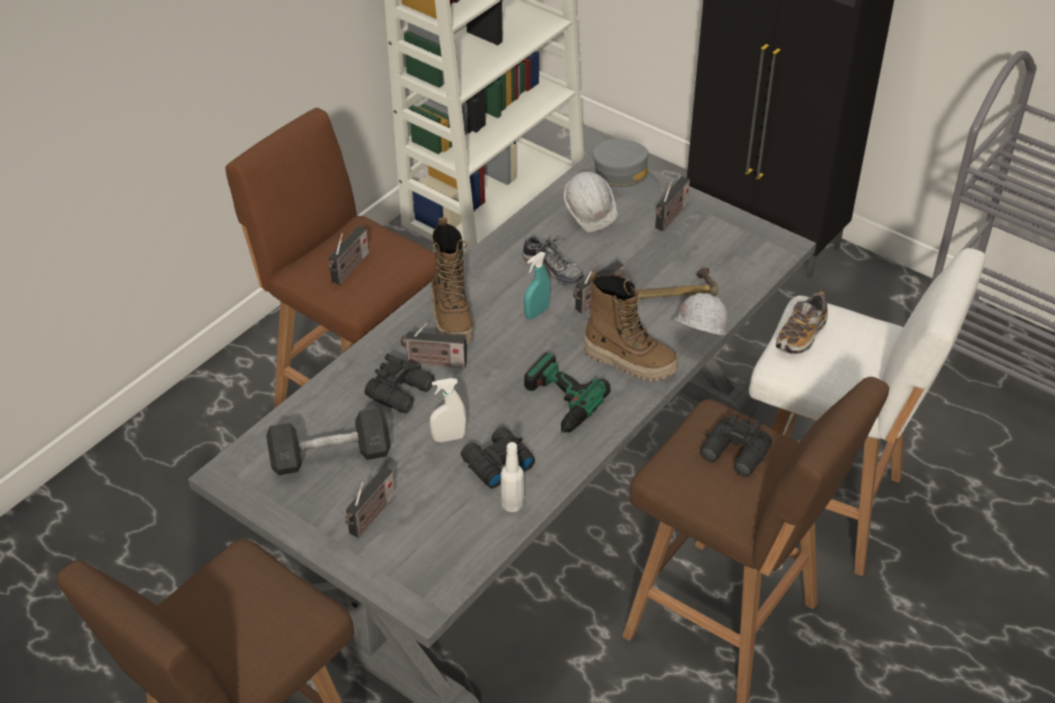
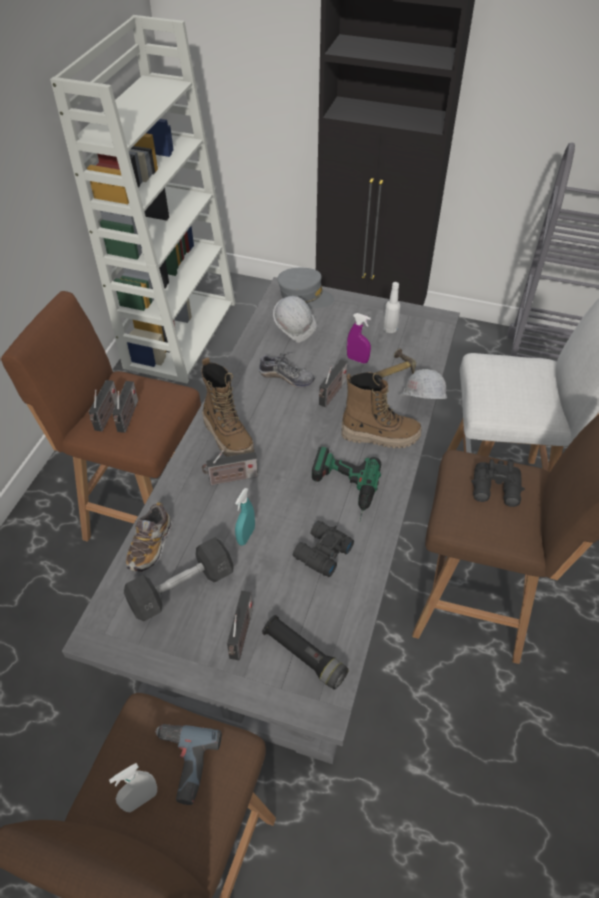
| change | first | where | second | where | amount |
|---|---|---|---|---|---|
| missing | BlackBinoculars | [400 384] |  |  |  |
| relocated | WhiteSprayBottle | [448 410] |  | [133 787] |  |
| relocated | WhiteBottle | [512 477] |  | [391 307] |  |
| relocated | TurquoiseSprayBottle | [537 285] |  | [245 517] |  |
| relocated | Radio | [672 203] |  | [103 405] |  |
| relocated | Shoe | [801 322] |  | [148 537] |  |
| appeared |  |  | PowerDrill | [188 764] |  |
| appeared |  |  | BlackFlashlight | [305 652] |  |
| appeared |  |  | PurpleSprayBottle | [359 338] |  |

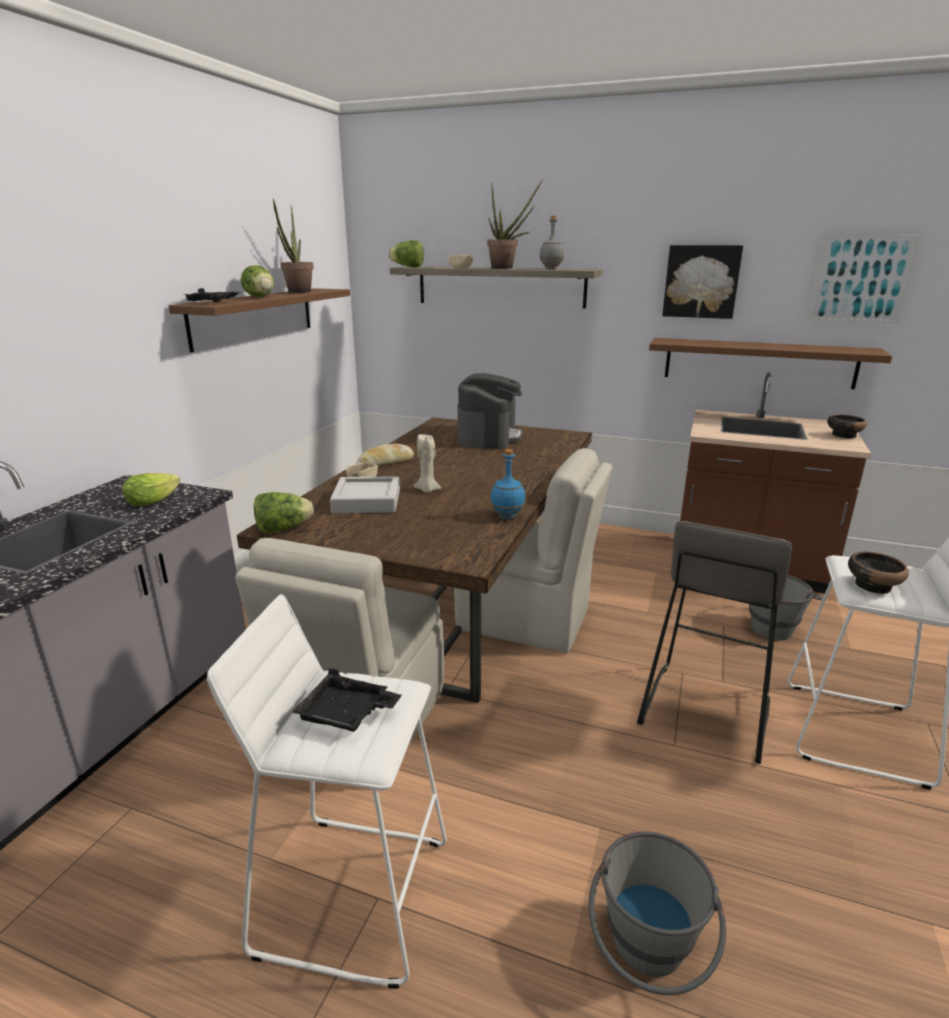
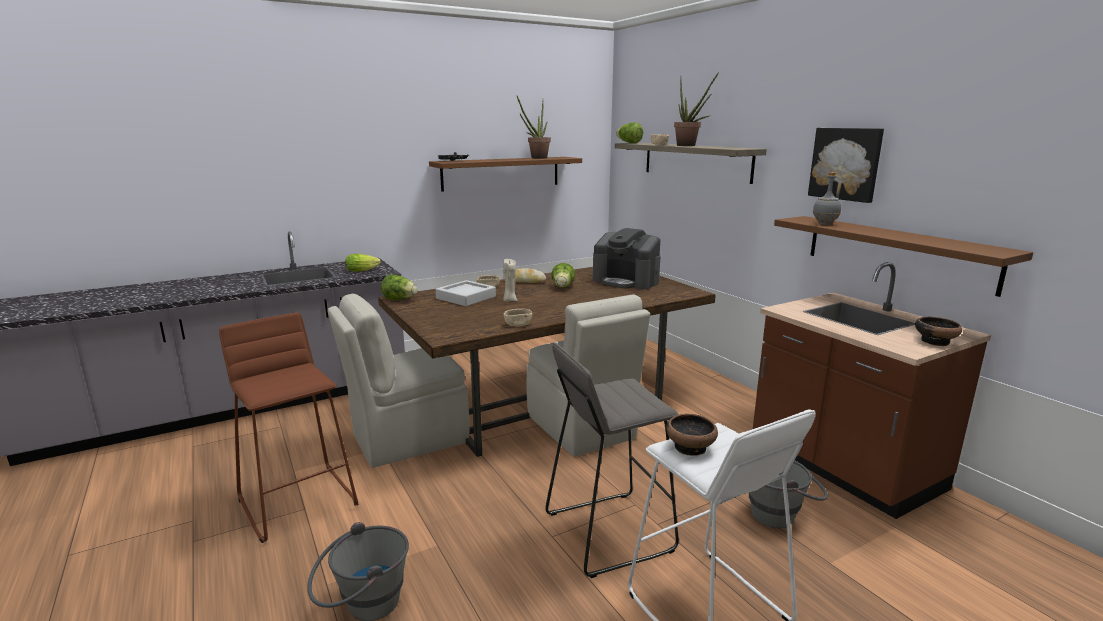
| change | first | where | second | where | amount |
|---|---|---|---|---|---|
| colour | WhiteStool | [327 791] | BrownStool | [289 428] |  |
| relocated | Lettuce | [257 281] |  | [563 275] |  |
| missing | BlackTray | [347 700] |  |  |  |
| spun | CoffeeMachine | [490 411] |  | [627 259] | 75 degrees clockwise |
| exchanged | BlueBottle | [508 484] | BeigeBowl | [518 317] |  |
| relocated | GreyBottle | [551 242] |  | [827 198] |  |
| missing | Picture | [864 279] |  |  |  |

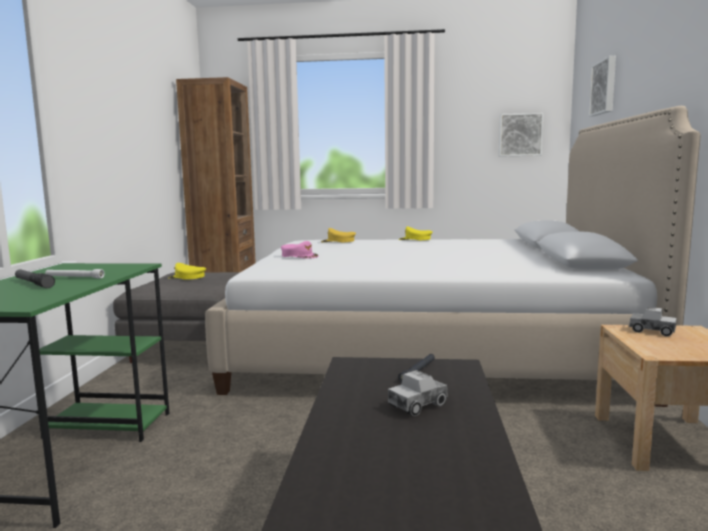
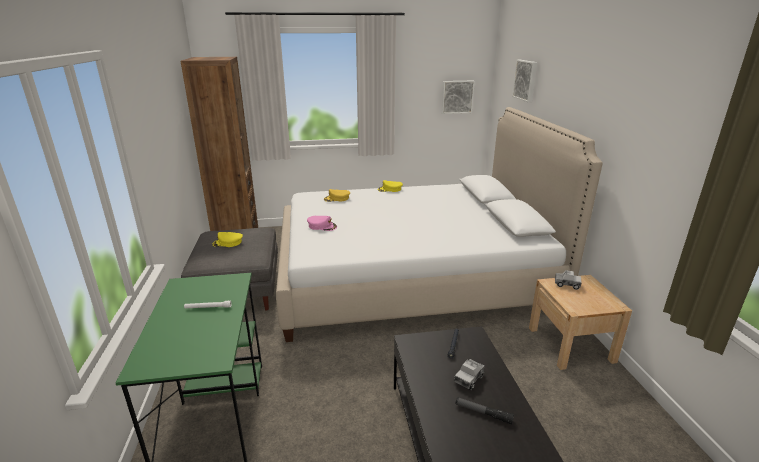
| change | first | where | second | where | amount |
|---|---|---|---|---|---|
| relocated | Flashlight | [35 278] |  | [485 411] |  |

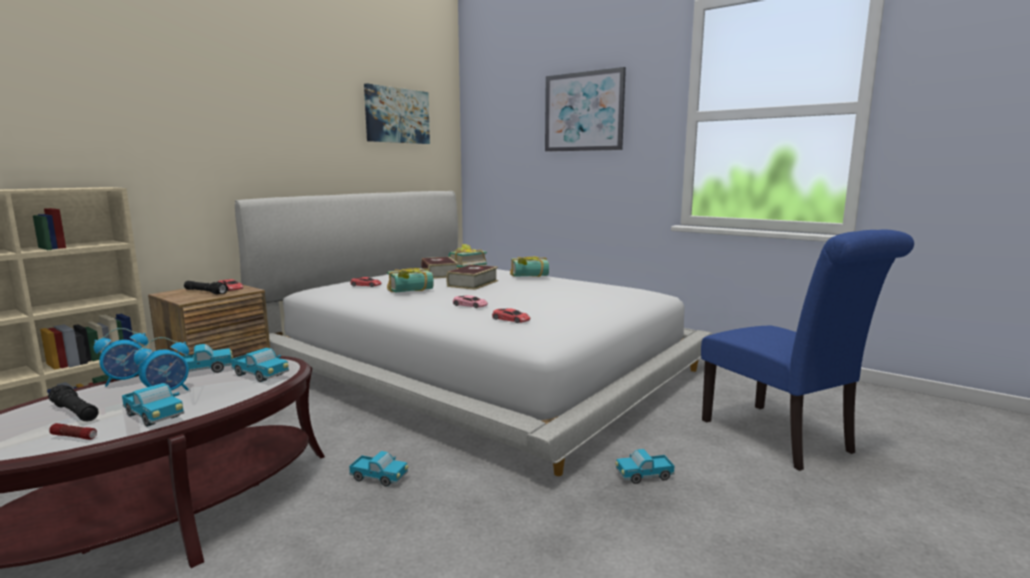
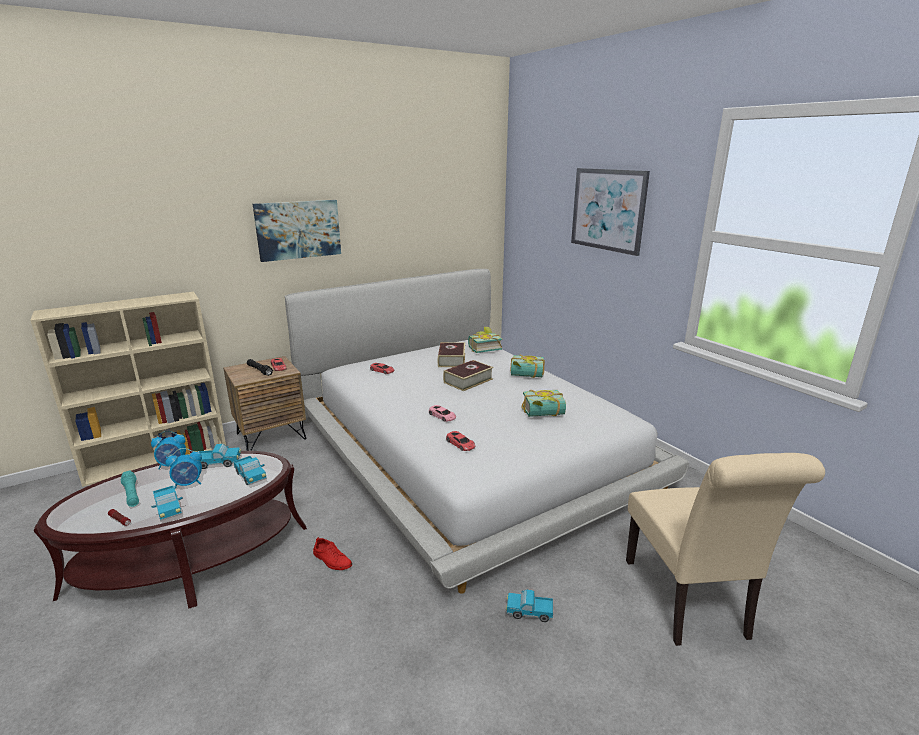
| change | first | where | second | where | amount |
|---|---|---|---|---|---|
| colour | BlackFlashlight | [73 403] | TurquoiseFlashlight | [129 488] |  |
| exchanged | ToyTruck | [378 469] | RedShoe | [332 553] |  |
| relocated | Picture | [397 113] |  | [297 231] |  |
| relocated | Book | [410 280] |  | [544 403] |  |
| colour | BlueChair | [807 350] | BeigeChair | [725 549] |  |

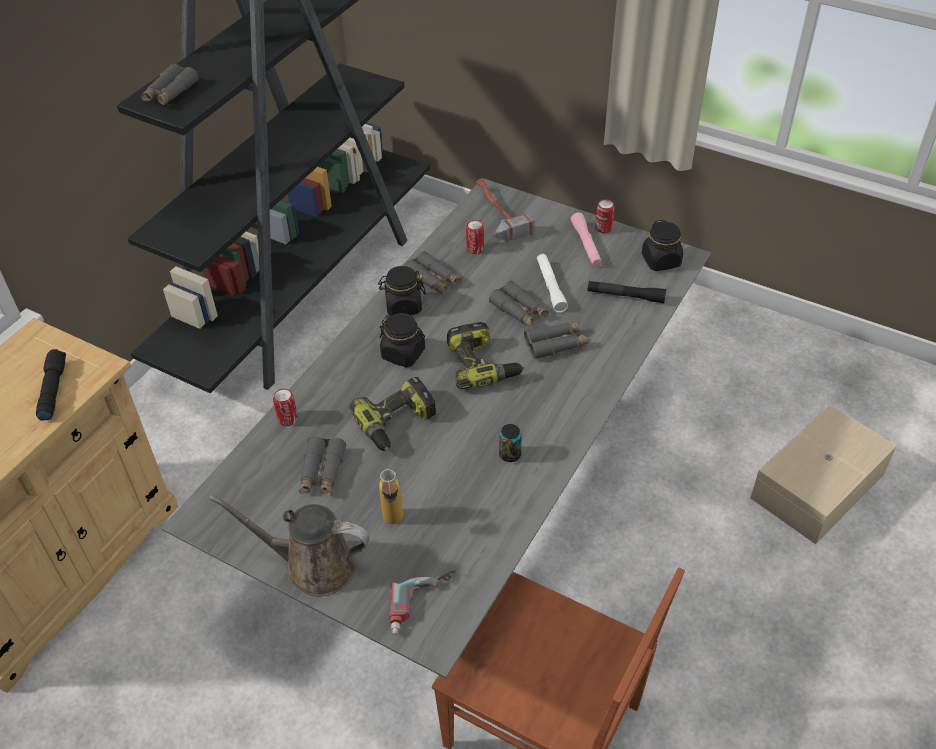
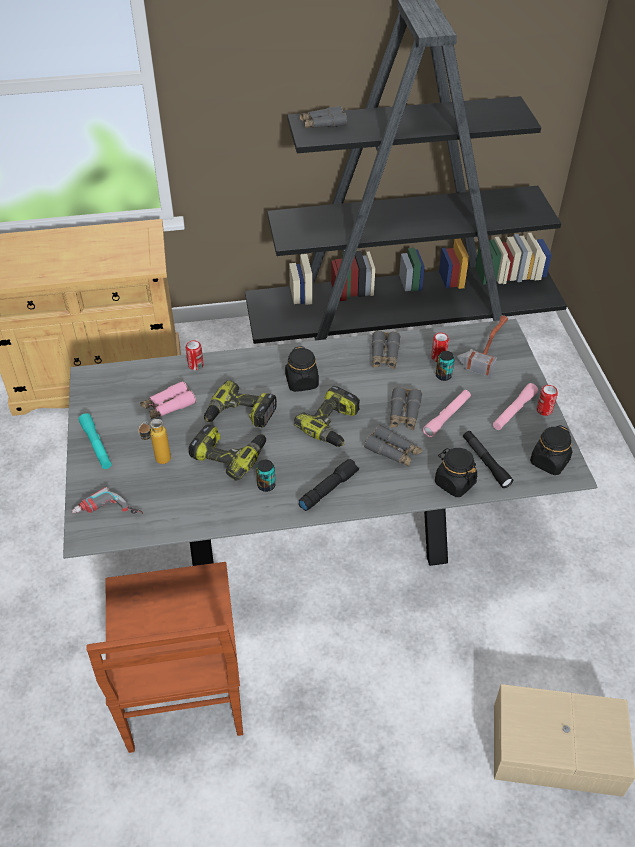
| change | first | where | second | where | amount |
|---|---|---|---|---|---|
| relocated | BlackFlashlight | [51 384] |  | [329 485] |  |
| exchanged | BrownWateringCan | [289 545] | TurquoiseFlashlight | [95 441] |  |
| colour | GreyBinoculars | [322 466] | PinkBinoculars | [168 400] |  |
| relocated | BlackJar | [402 291] |  | [456 472] |  |
| colour | WhiteFlashlight | [552 283] | PinkFlashlight | [447 413] |  |
| appeared |  |  | PowerDrill | [227 452] |  |
| appeared |  |  | Can | [445 366] |  |

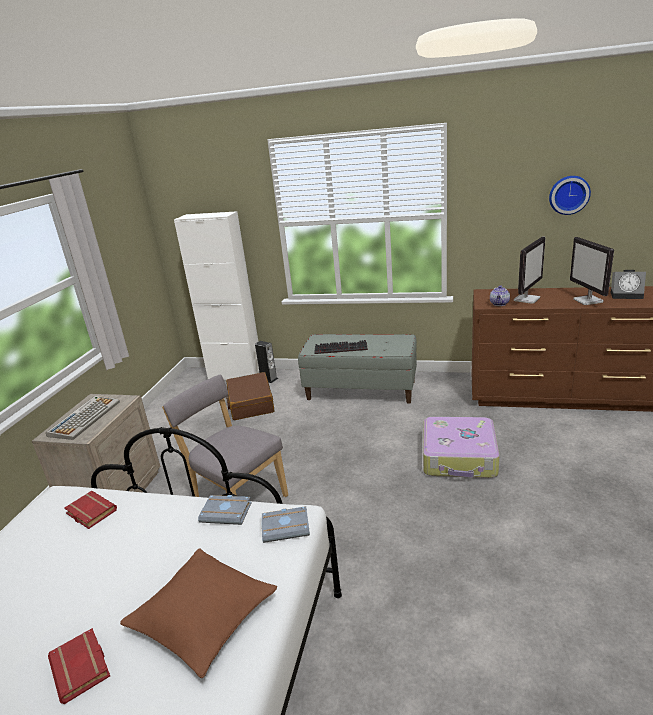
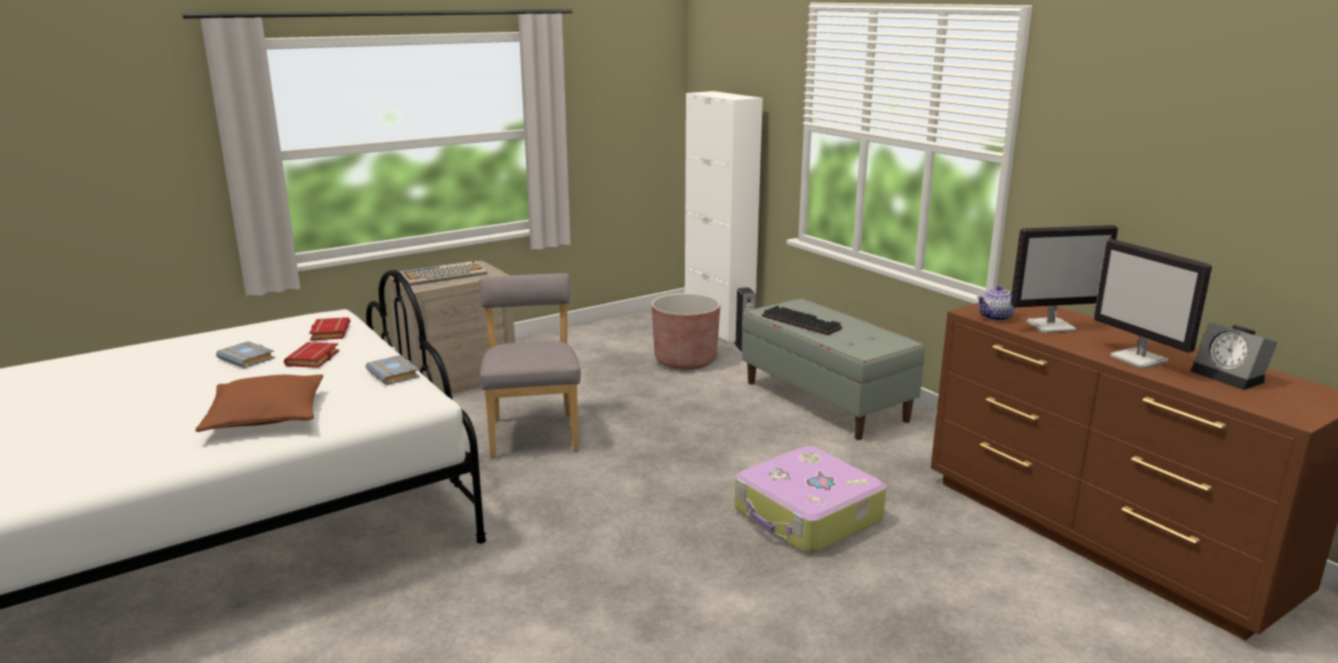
| change | first | where | second | where | amount |
|---|---|---|---|---|---|
| relocated | RedBook | [79 666] |  | [311 355] |  |
| exchanged | BrownSuitcase | [250 396] | BrownPlanter | [686 331] |  |
| relocated | GreyBook | [286 524] |  | [245 354] |  |
| missing | WallClock | [570 195] |  |  |  |
| spun | Monitor | [592 271] |  | [1153 304] | 60 degrees counterclockwise |

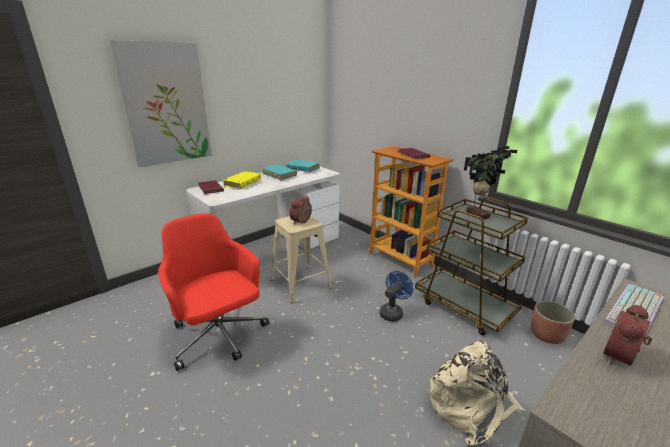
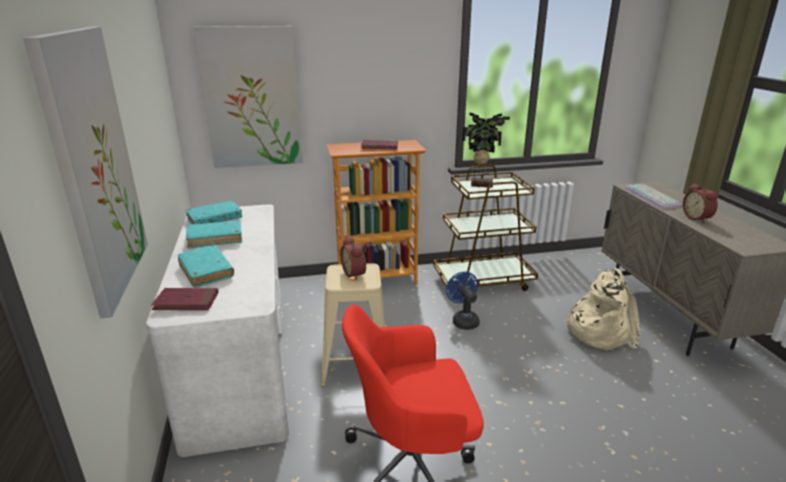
| change | first | where | second | where | amount |
|---|---|---|---|---|---|
| colour | YellowBook | [242 180] | TurquoiseBook | [206 266] |  |
| missing | Planter | [553 322] |  |  |  |
| appeared |  |  | Picture | [248 97] |  |

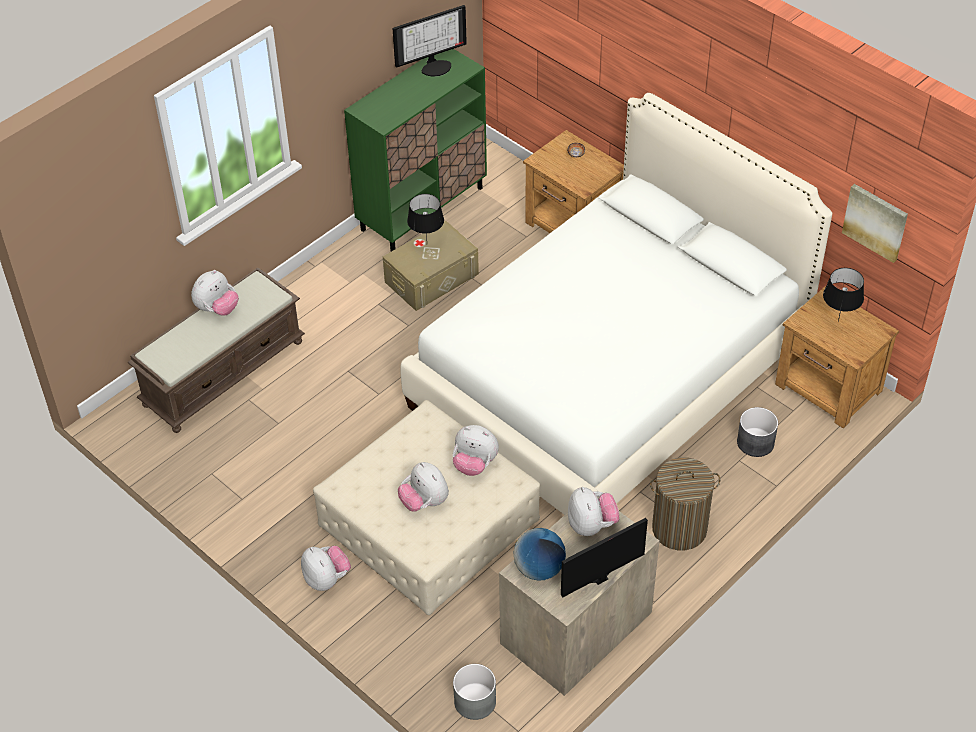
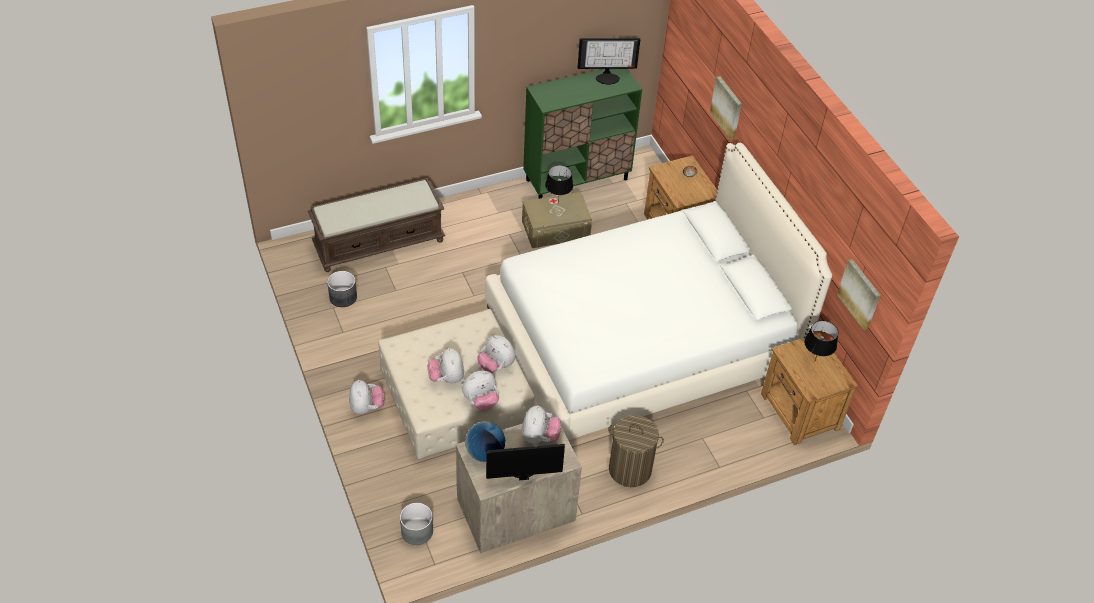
| change | first | where | second | where | amount |
|---|---|---|---|---|---|
| relocated | PlushToy | [215 293] |  | [480 390] |  |
| relocated | GreyPlanter | [757 432] |  | [342 289] |  |
| appeared |  |  | Picture | [726 108] |  |

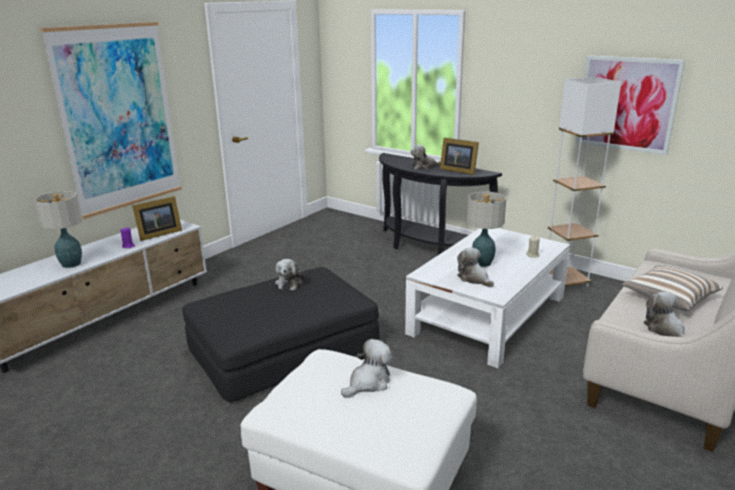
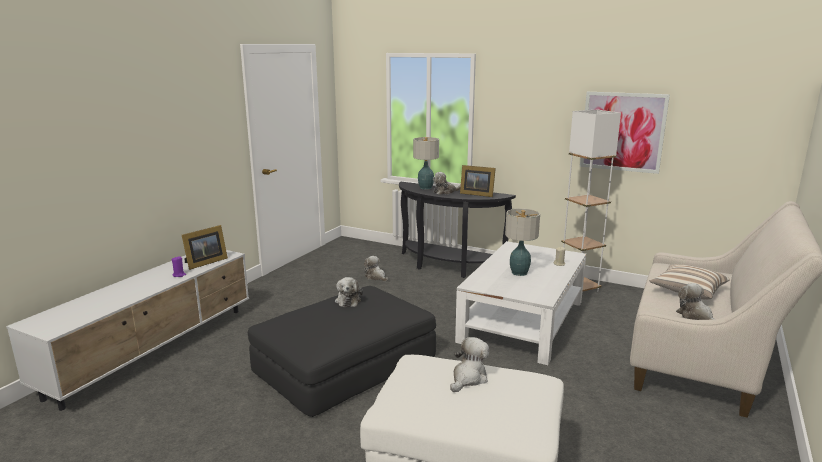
| change | first | where | second | where | amount |
|---|---|---|---|---|---|
| relocated | TableLamp | [58 229] |  | [426 163] |  |
| missing | Picture | [111 120] |  |  |  |
| relocated | PlushToy | [475 267] |  | [376 269] |  |

